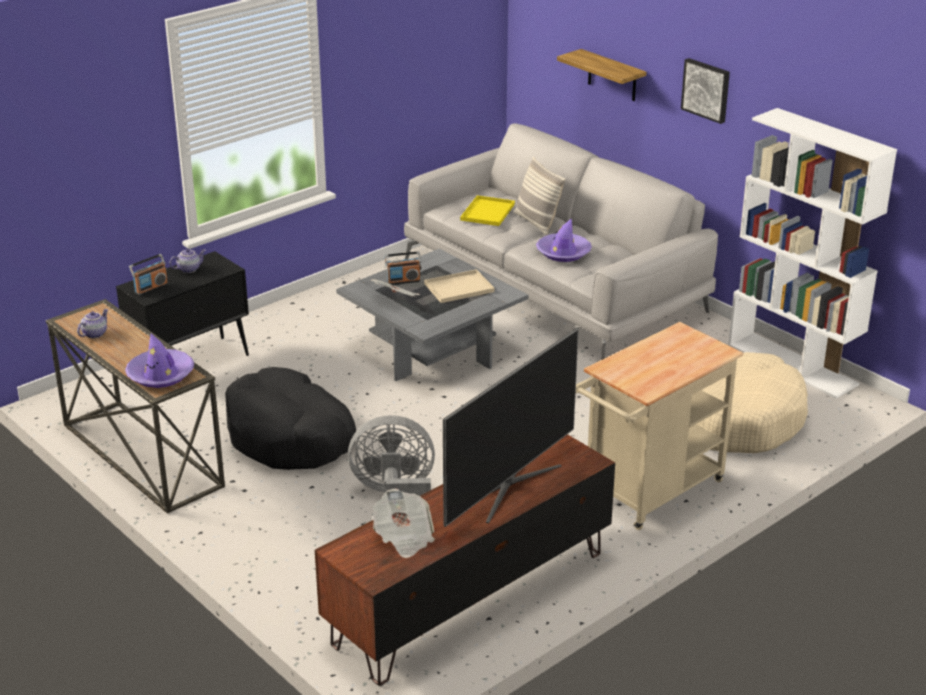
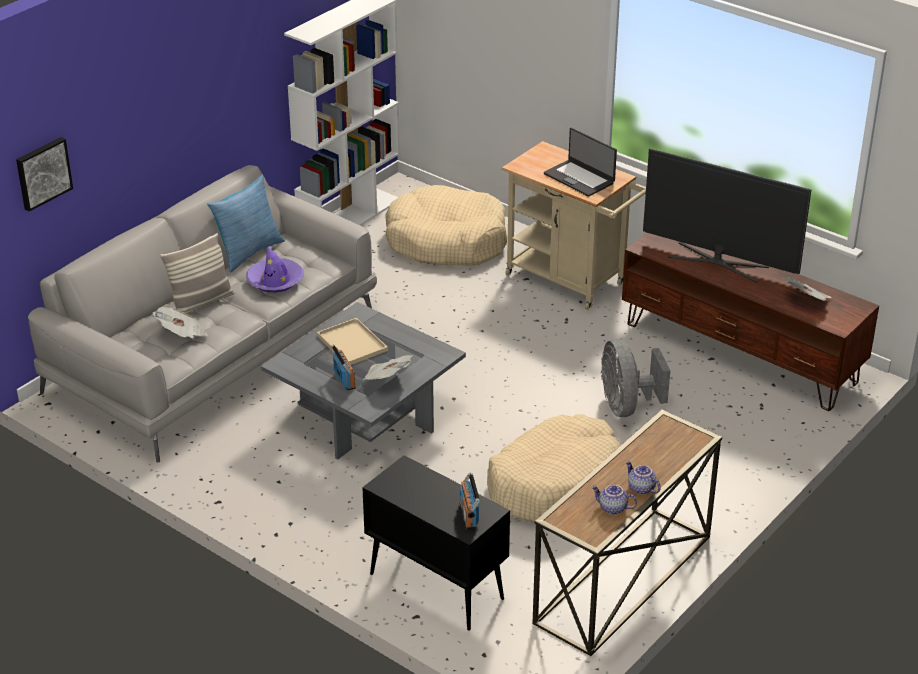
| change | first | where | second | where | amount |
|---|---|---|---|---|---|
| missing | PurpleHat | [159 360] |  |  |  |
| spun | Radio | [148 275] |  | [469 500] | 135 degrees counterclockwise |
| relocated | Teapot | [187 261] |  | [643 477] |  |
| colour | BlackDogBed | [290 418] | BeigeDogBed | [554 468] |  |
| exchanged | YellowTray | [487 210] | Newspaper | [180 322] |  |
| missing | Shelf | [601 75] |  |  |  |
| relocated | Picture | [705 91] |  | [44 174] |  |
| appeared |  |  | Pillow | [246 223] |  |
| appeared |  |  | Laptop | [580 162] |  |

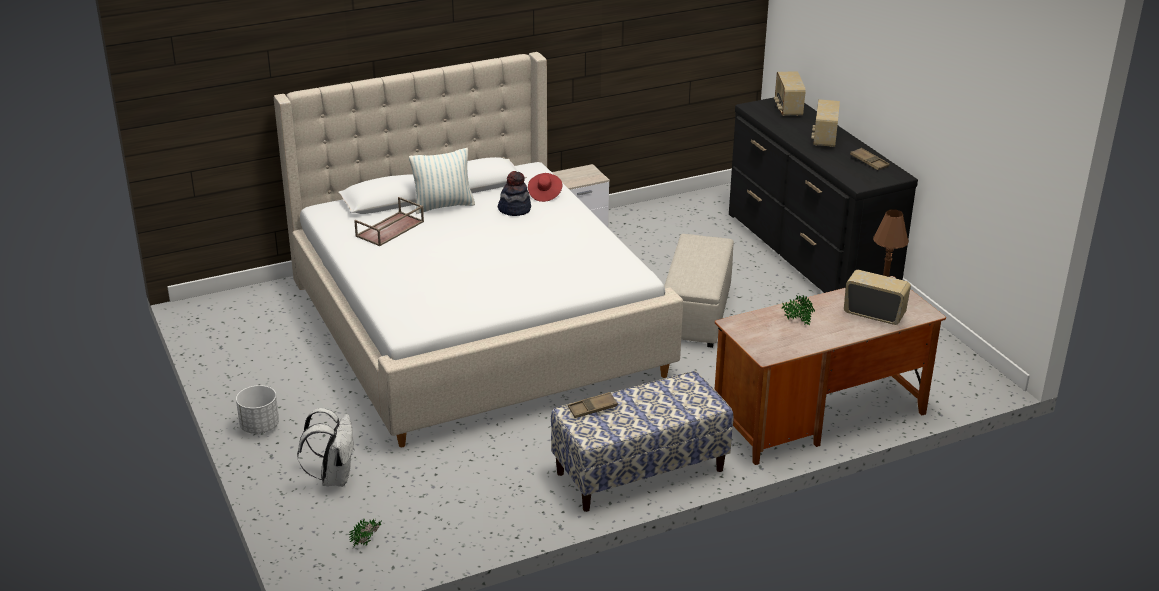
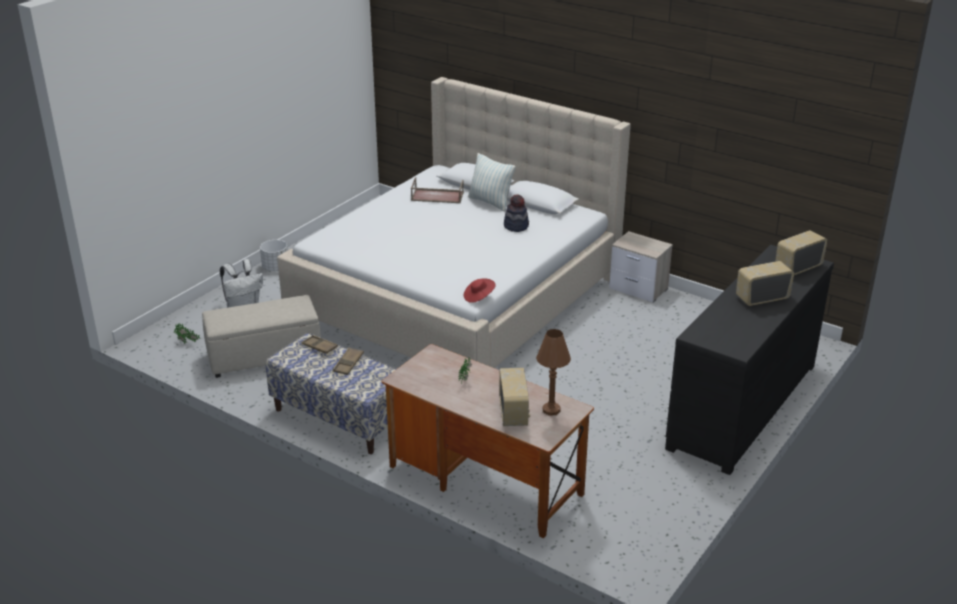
| change | first | where | second | where | amount |
|---|---|---|---|---|---|
| relocated | RedHat | [545 187] |  | [480 290] |  |
| relocated | BeigeOttoman | [699 291] |  | [261 336] |  |
| relocated | BrownTray | [870 159] |  | [348 361] |  |

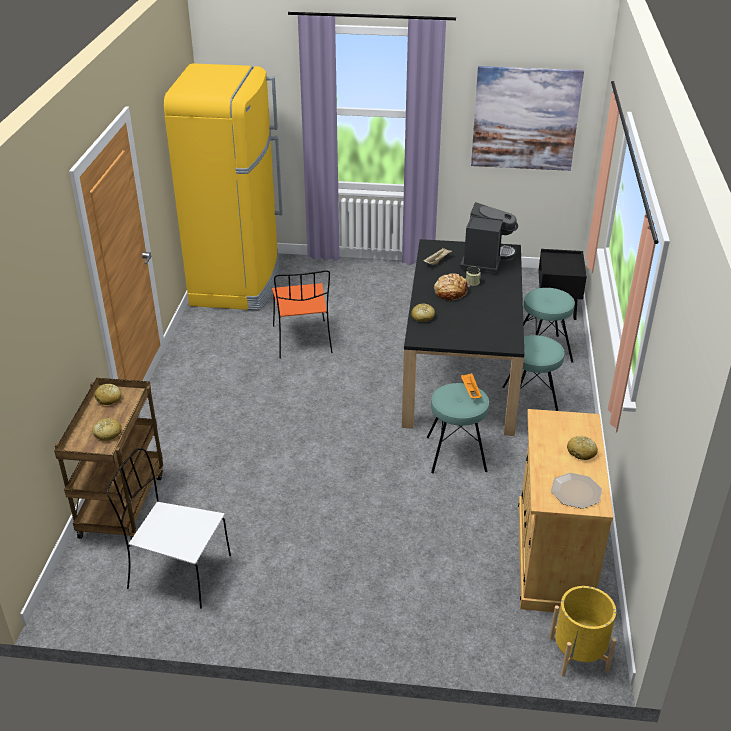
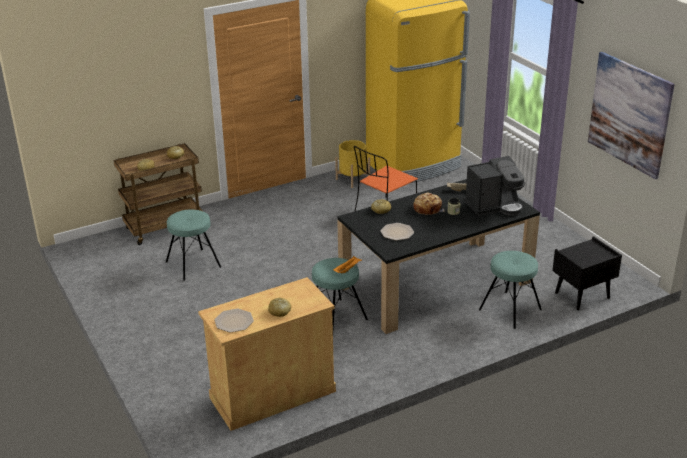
| change | first | where | second | where | amount |
|---|---|---|---|---|---|
| missing | WhiteChair | [169 528] |  |  |  |
| relocated | TurquoiseStool | [533 373] |  | [193 245] |  |
| relocated | YellowPlanter | [583 631] |  | [352 164] |  |
| appeared |  |  | Plate | [397 231] |  |

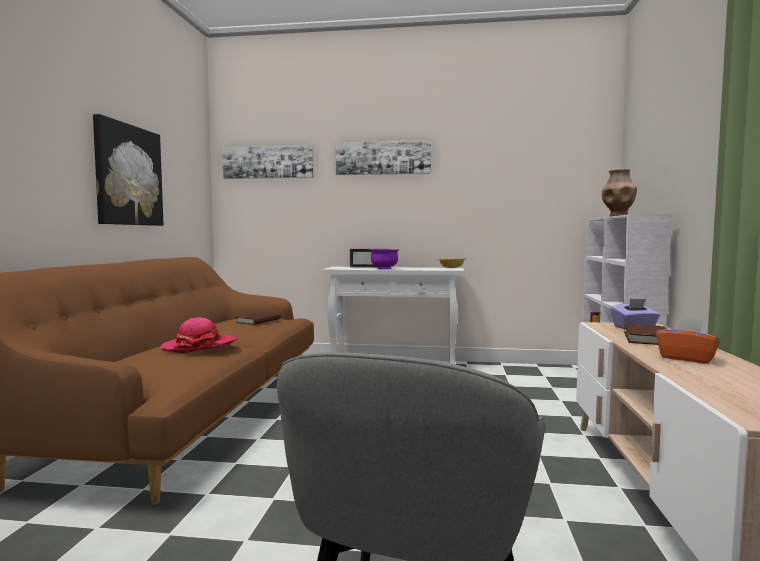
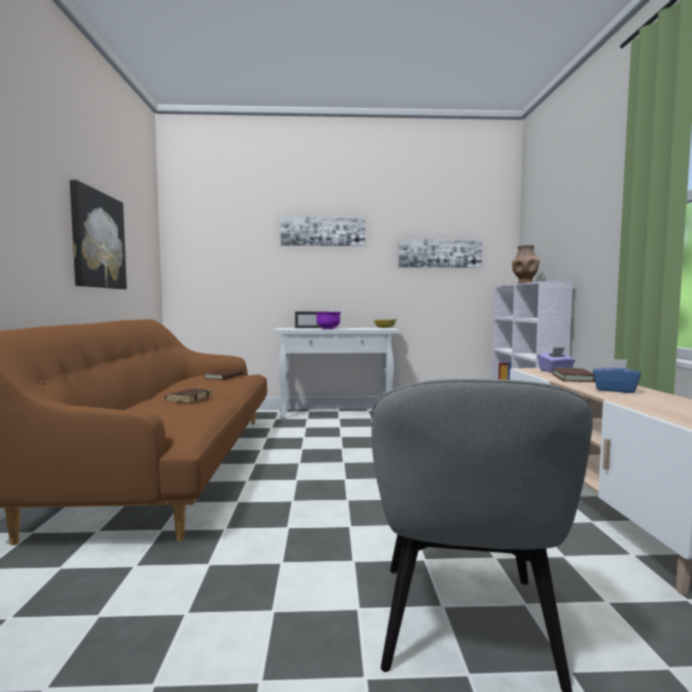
| change | first | where | second | where | amount |
|---|---|---|---|---|---|
| exchanged | Hat | [199 335] | BrownBook | [189 395] |  |
| relocated | Picture | [267 162] |  | [440 253] |  |
| colour | OrangeTissueBox | [688 340] | BlueTissueBox | [617 375] |  |

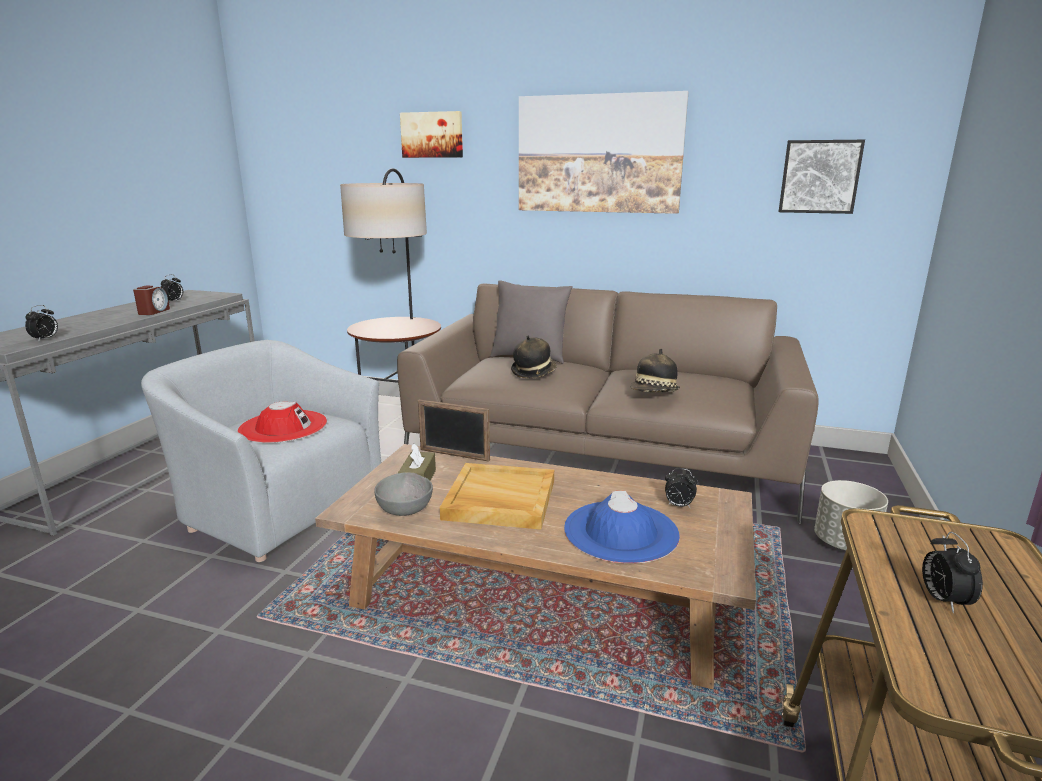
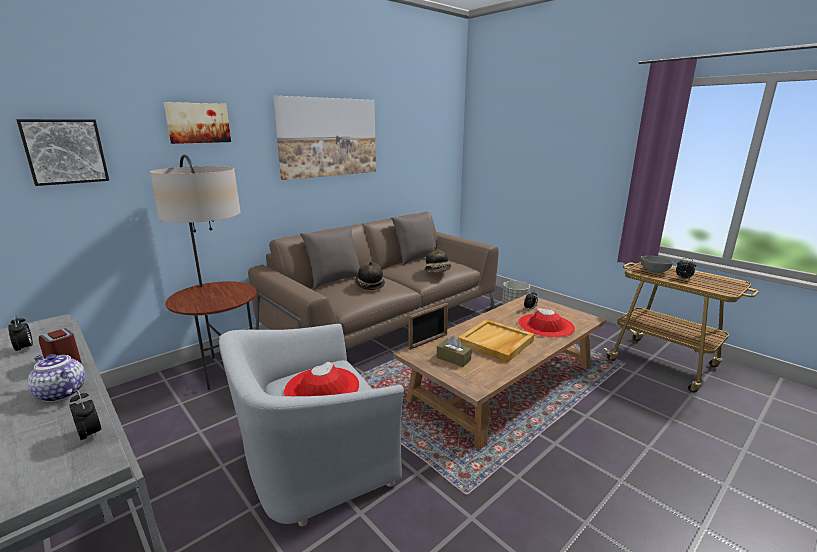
| change | first | where | second | where | amount |
|---|---|---|---|---|---|
| relocated | GreyBowl | [403 494] |  | [656 264] |  |
| colour | BlueHat | [622 527] | RedHat | [546 322] |  |
| relocated | Picture | [822 177] |  | [62 152] |  |
| appeared |  |  | Teapot | [56 378] |  |
| appeared |  |  | GreyPillow | [413 238] |  |

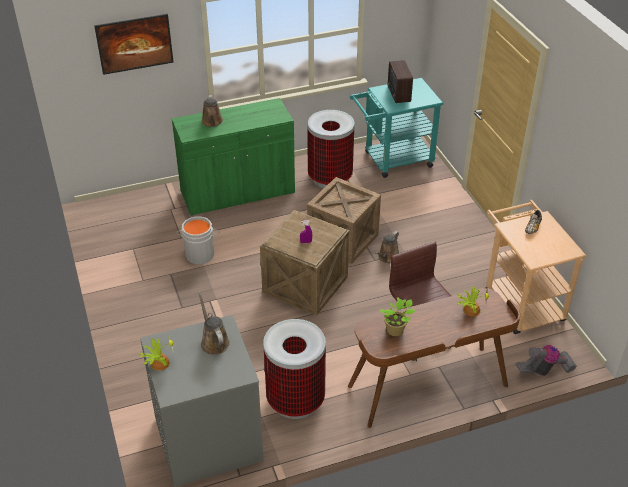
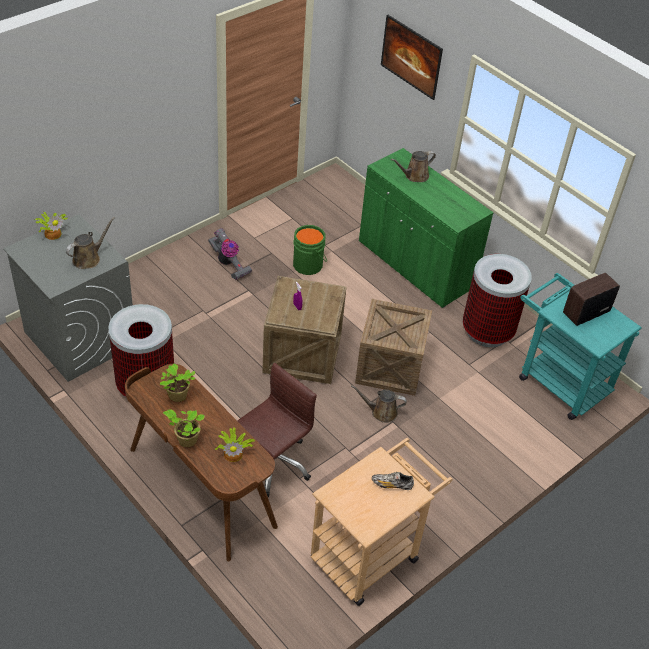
| change | first | where | second | where | amount |
|---|---|---|---|---|---|
| colour | GreyBucket | [198 240] | GreenBucket | [310 250] |  |
| relocated | VacuumCleaner | [546 360] |  | [230 254] |  |
| appeared |  |  | PottedPlant | [184 428] |  |

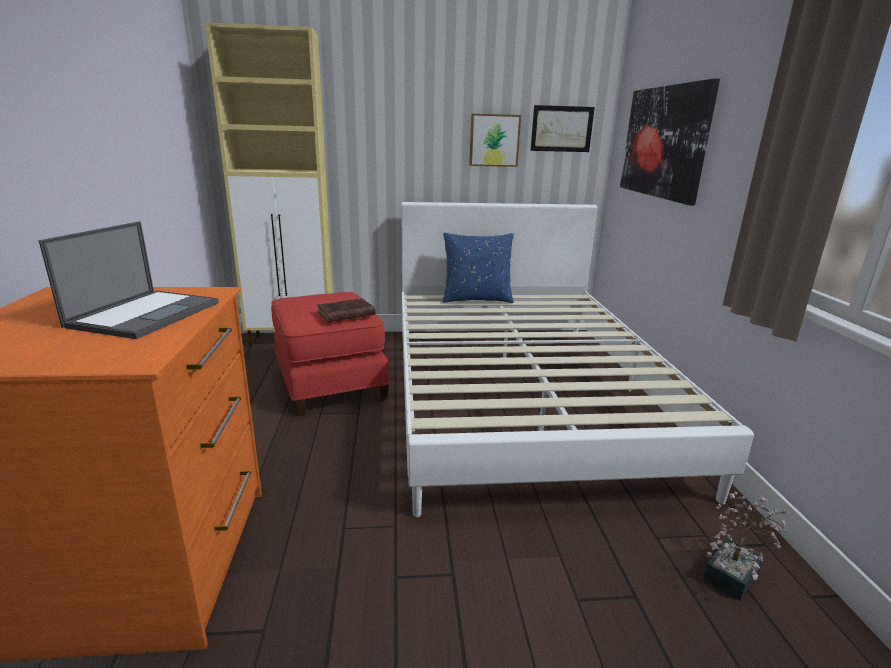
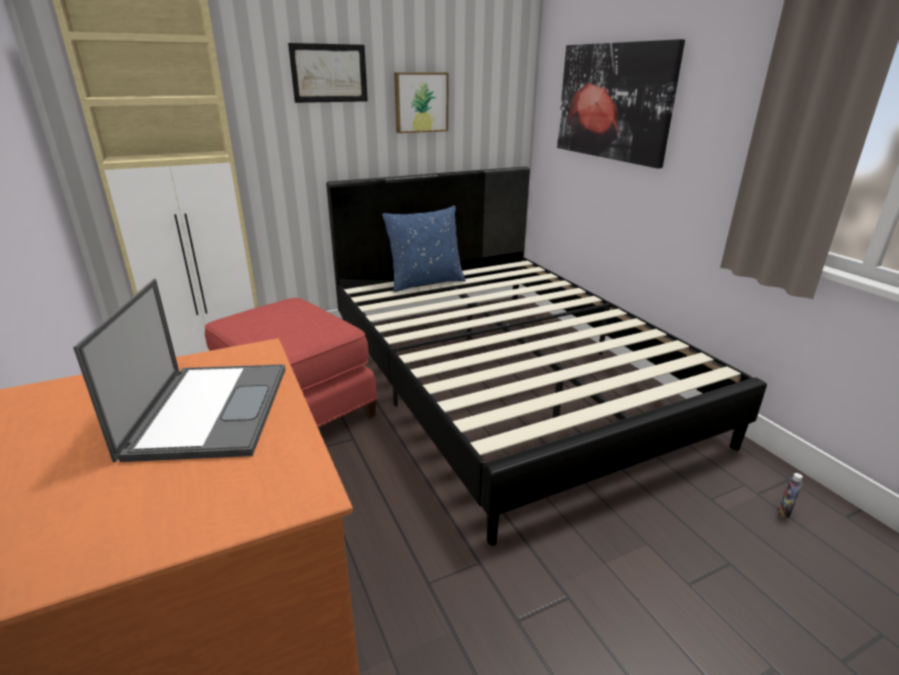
| change | first | where | second | where | amount |
|---|---|---|---|---|---|
| missing | BrownBook | [346 310] |  |  |  |
| colour | WhiteBed | [577 359] | BlackBed | [546 356] |  |
| relocated | Picture | [563 128] |  | [328 73] |  |
| exchanged | PottedPlant | [746 546] | Bottle | [790 495] |  |

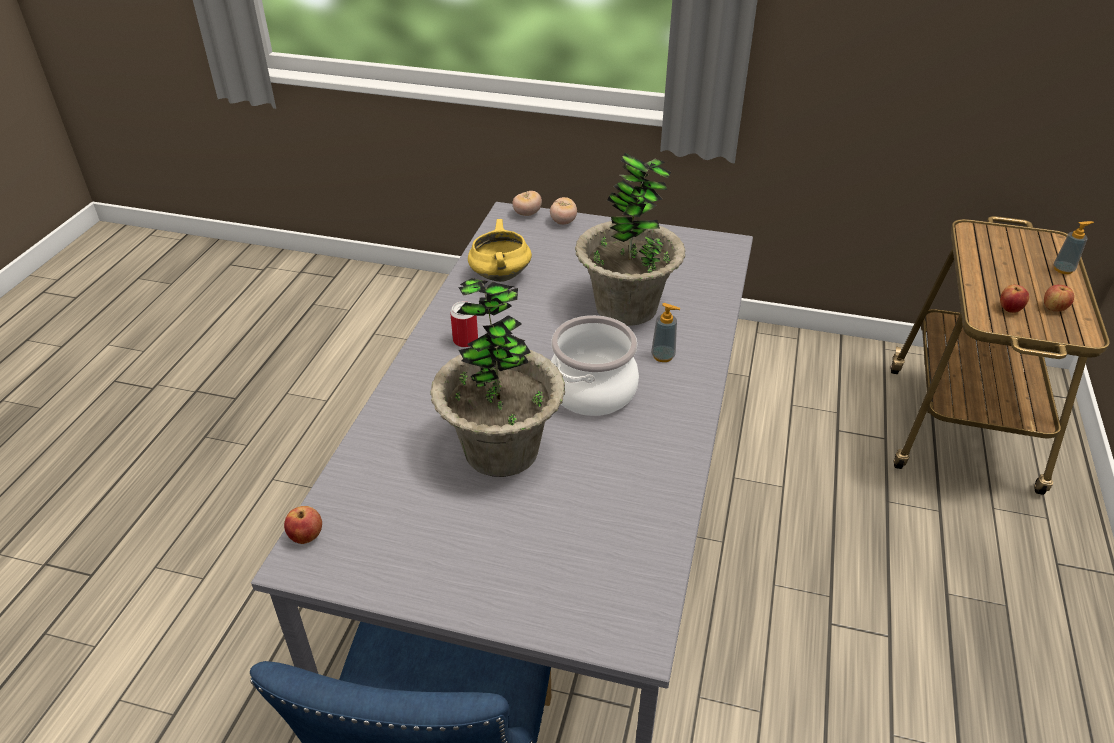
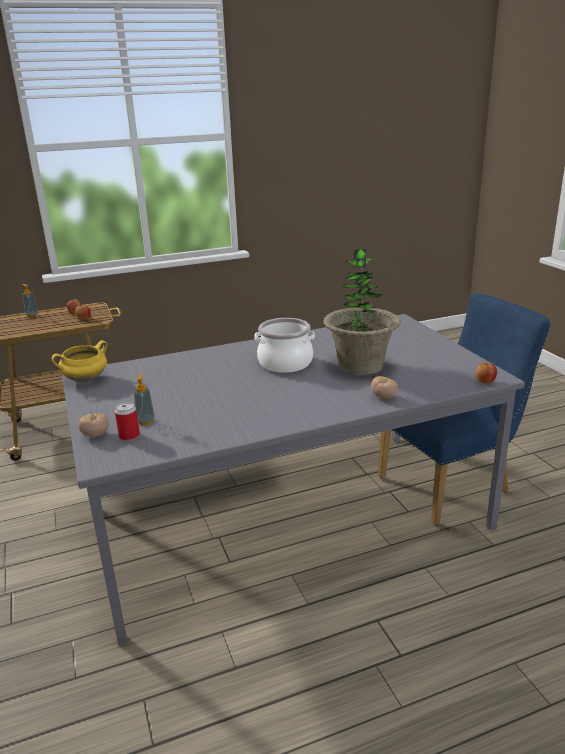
| change | first | where | second | where | amount |
|---|---|---|---|---|---|
| relocated | Can | [464 324] |  | [127 421] |  |
| relocated | YellowCookingPot | [500 250] |  | [79 361] |  |
| relocated | Tomato | [527 203] |  | [384 387] |  |
| missing | PottedPlant | [630 239] |  |  |  |
| relocated | SoapDispenser | [666 332] |  | [144 399] |  |

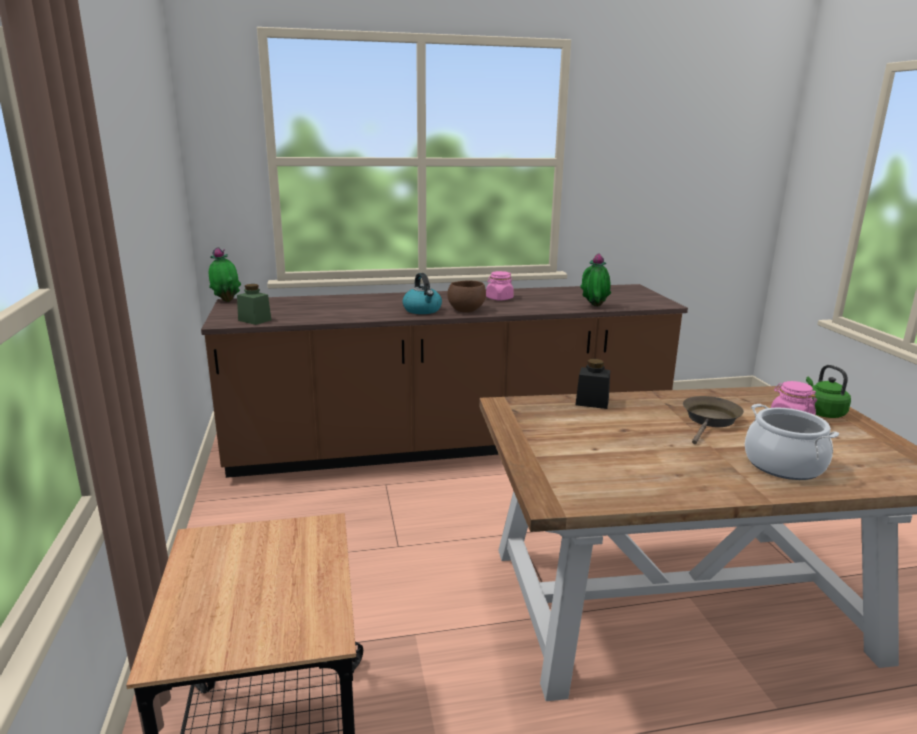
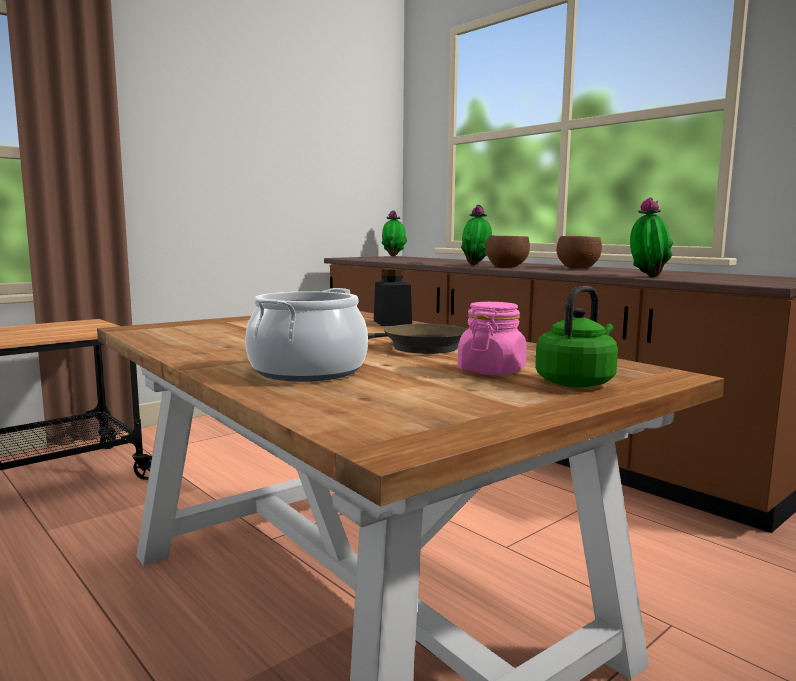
| change | first | where | second | where | amount |
|---|---|---|---|---|---|
| missing | GreenJar | [254 304] |  |  |  |
| exchanged | Kettle | [422 293] | PottedPlant | [476 235] |  |
| exchanged | PinkJar | [500 286] | BrownBowl | [579 252] |  |

